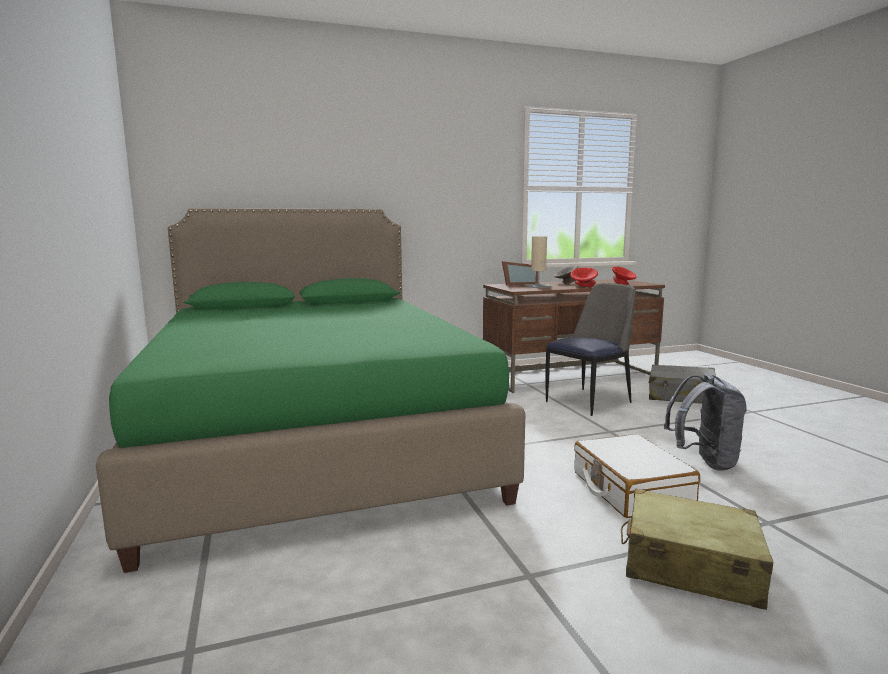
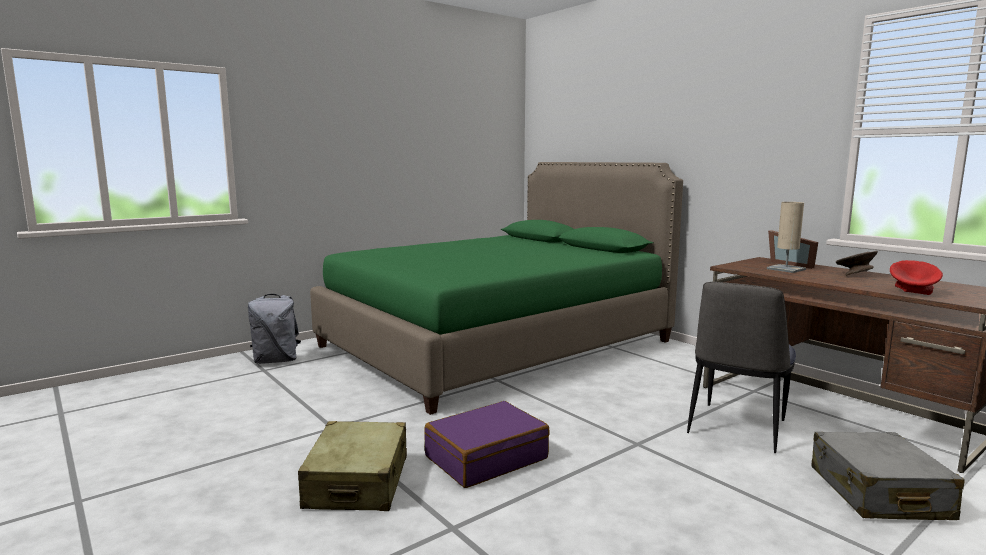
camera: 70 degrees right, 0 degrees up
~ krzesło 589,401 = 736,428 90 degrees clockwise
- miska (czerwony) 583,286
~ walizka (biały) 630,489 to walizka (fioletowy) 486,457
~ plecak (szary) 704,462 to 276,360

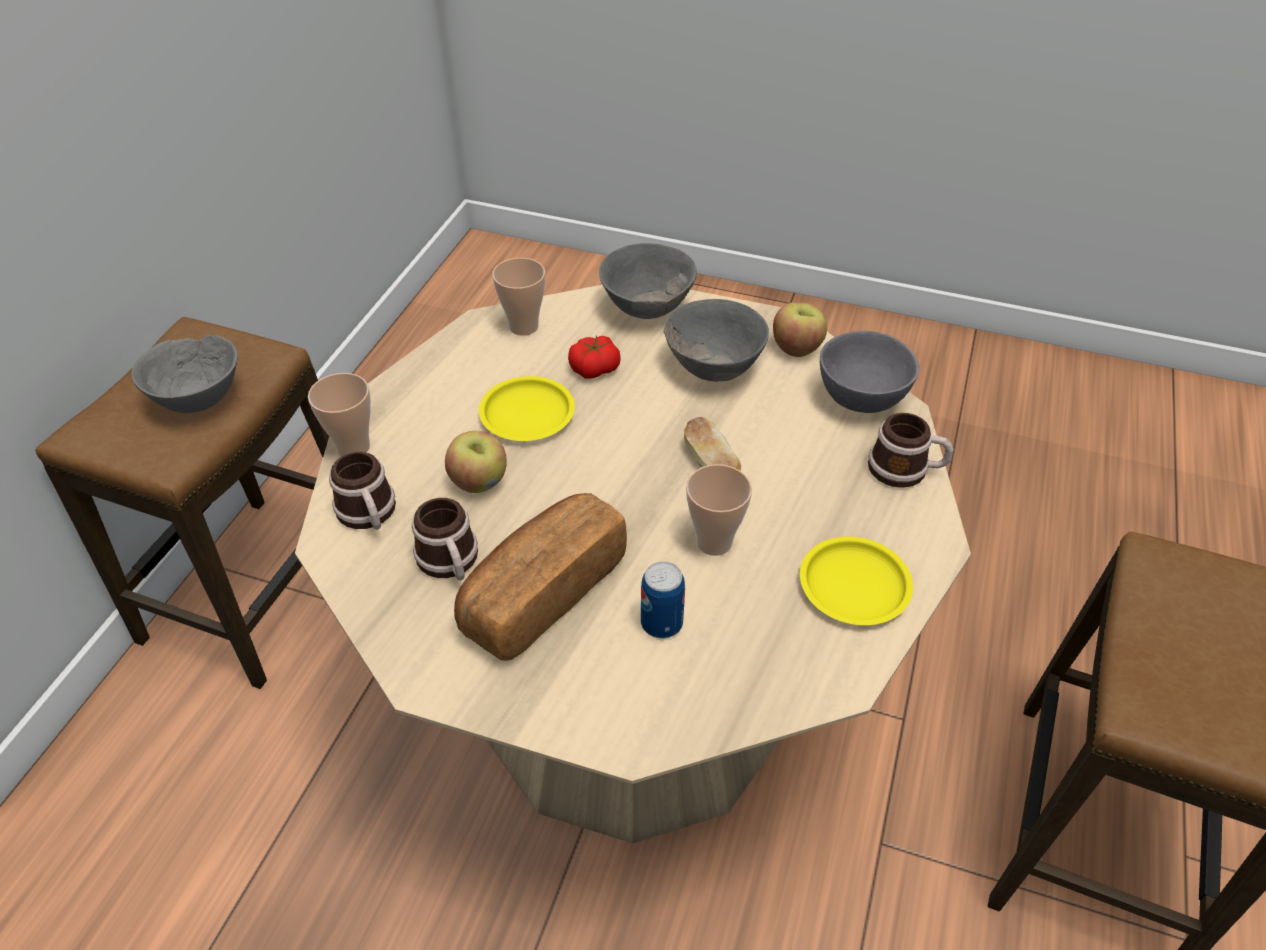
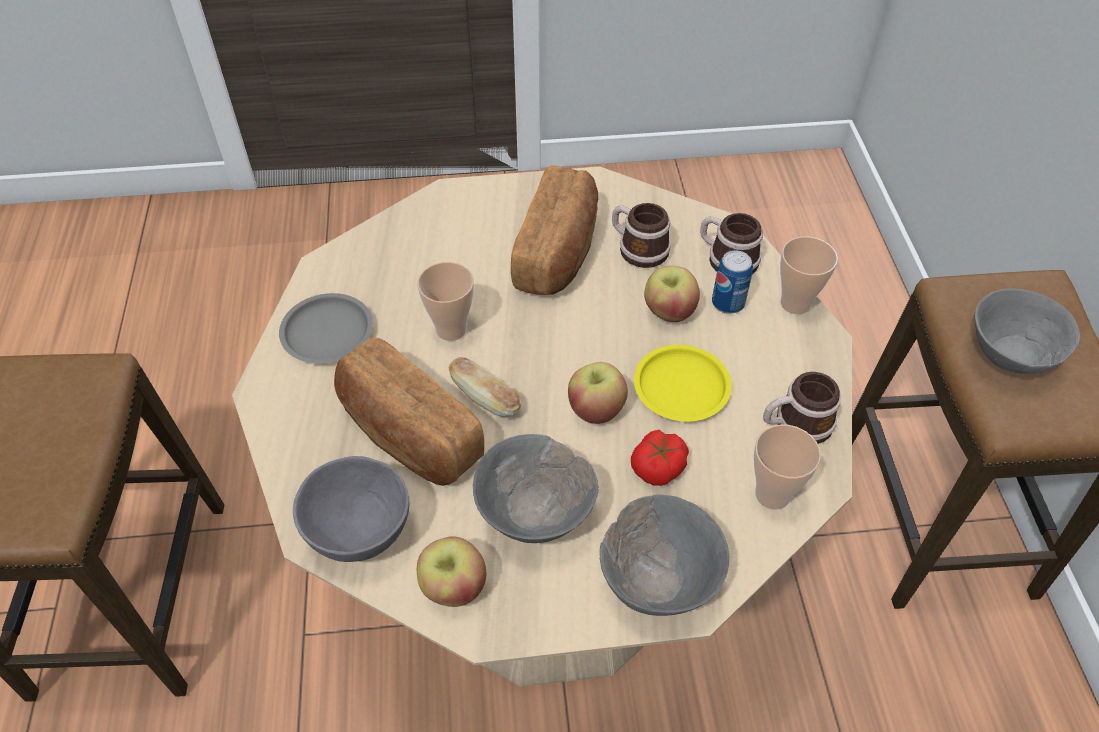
camera: 155 degrees right, 5 degrees up
~ puszka 661,623 to 728,303
~ talerz (żółty) 854,585 to talerz (szary) 328,333
~ kubek 906,470 to 795,424
+ chleb 408,433
+ jabłko 595,409

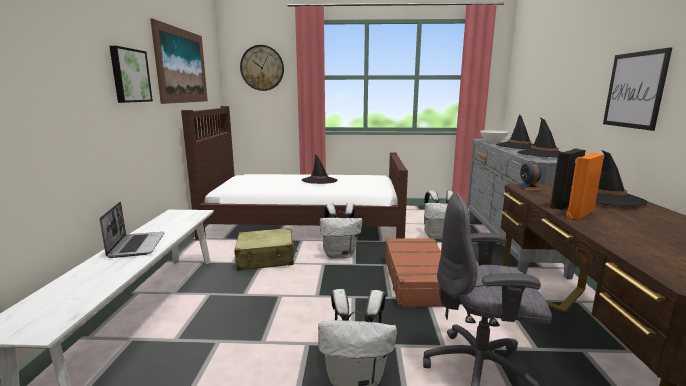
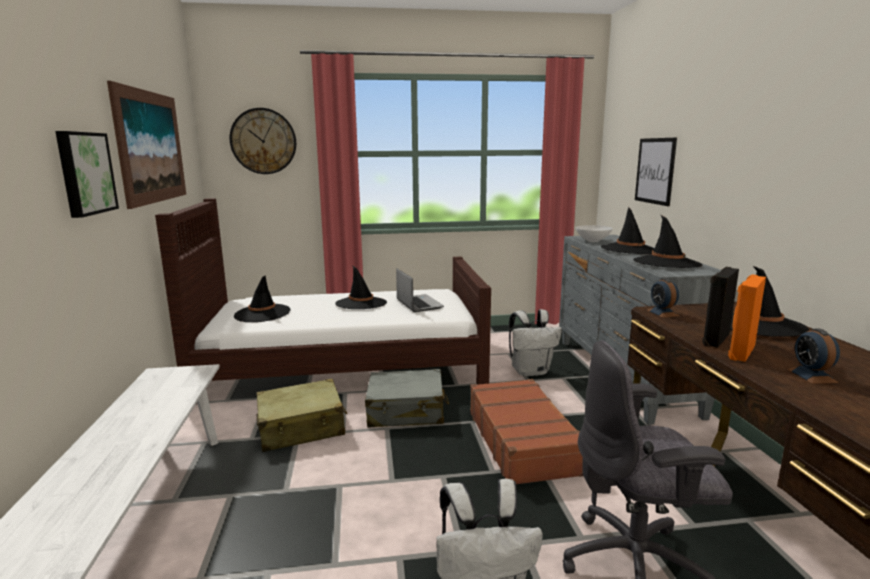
camera: 10 degrees left, 0 degrees up
~ laptop 136,245 to 418,304
~ plecak (biały) 340,254 to walizka (szary) 406,411
~ obraz 634,90 to 655,171
+ kapelusz (czarny) 262,313
+ budzik 811,376

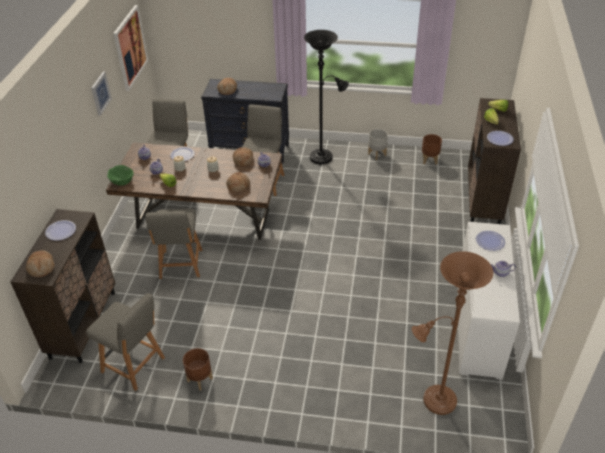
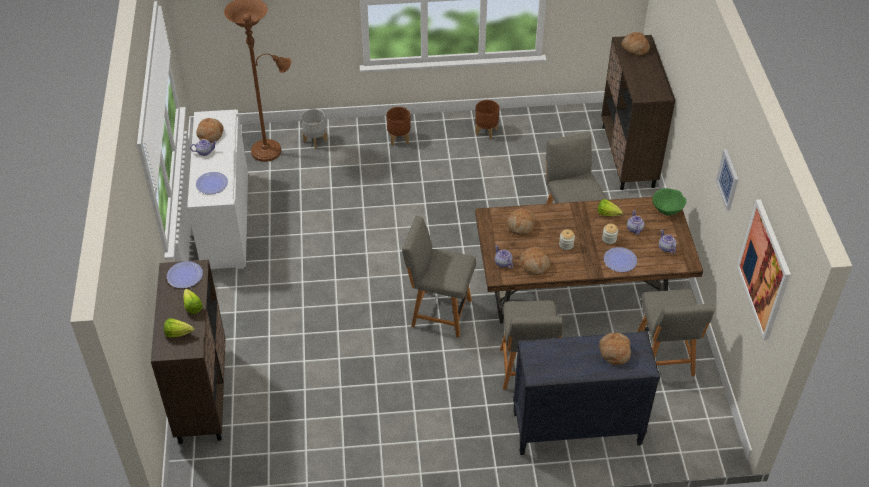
camera: 165 degrees right, 5 degrees up
- talerz 60,231
~ krzesło (szary) 135,366 to 439,312
- lampa stojąca (czarny) 324,156
~ donica (szary) 377,154 to 315,141
~ donica (brązowy) 429,160 to 398,138
+ chleb 210,134

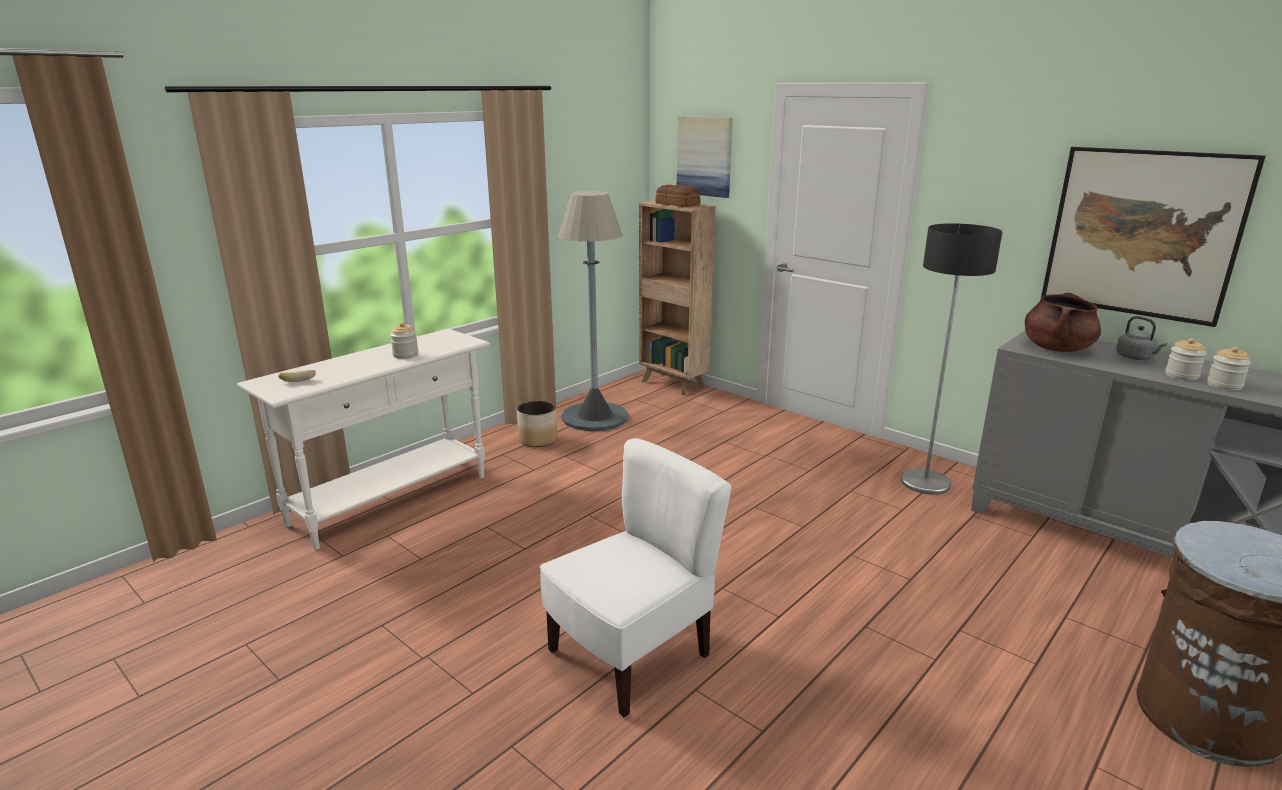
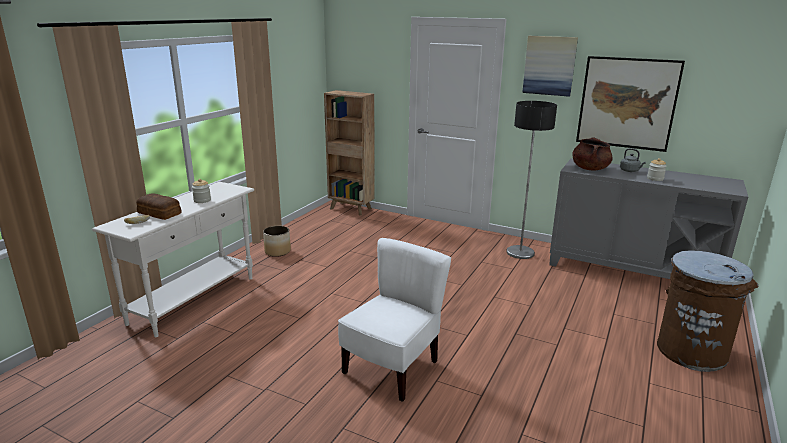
camera: 15 degrees left, 0 degrees up
- lampa stojąca (szary) 595,417
~ chleb 677,204 to 159,213
~ obraz 704,156 to 549,65
- słoik 1224,385

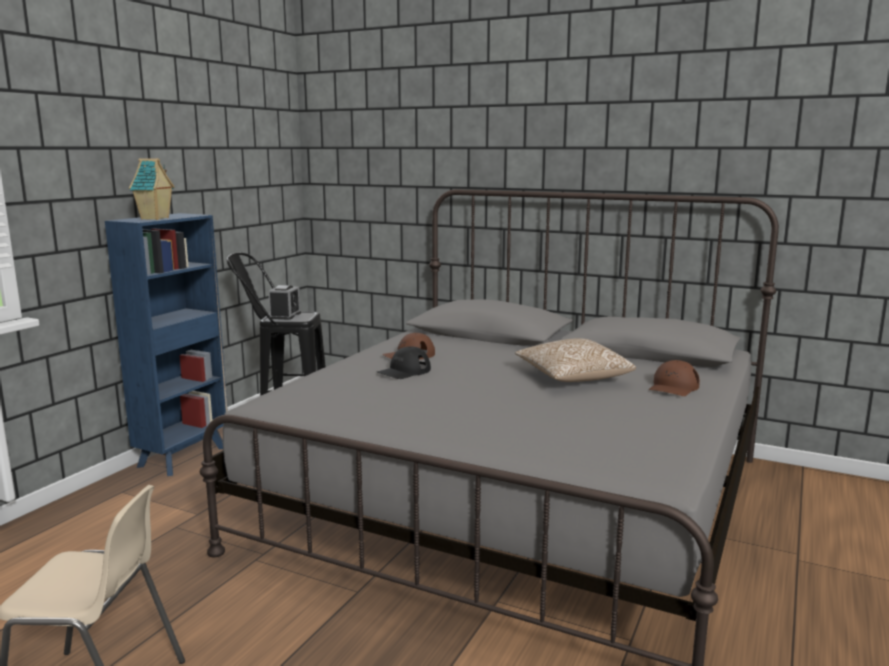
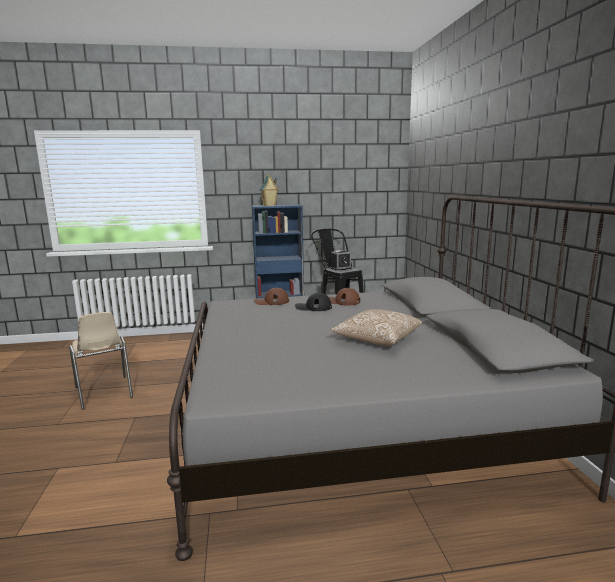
camera: 55 degrees right, 0 degrees up
~ czapka z daszkiem (brązowy) 673,387 to 271,302

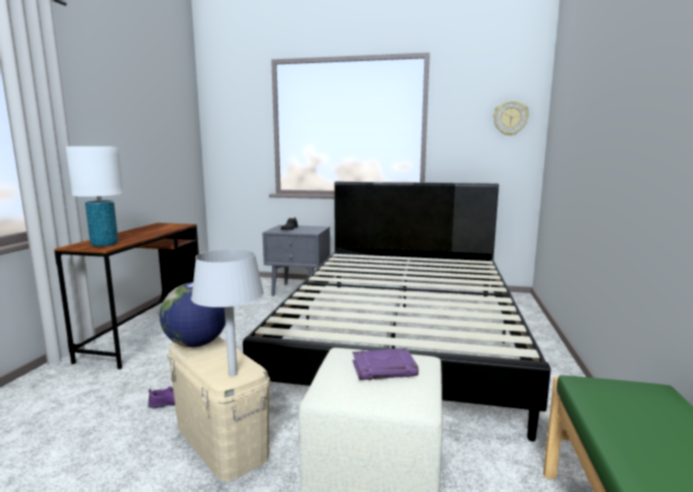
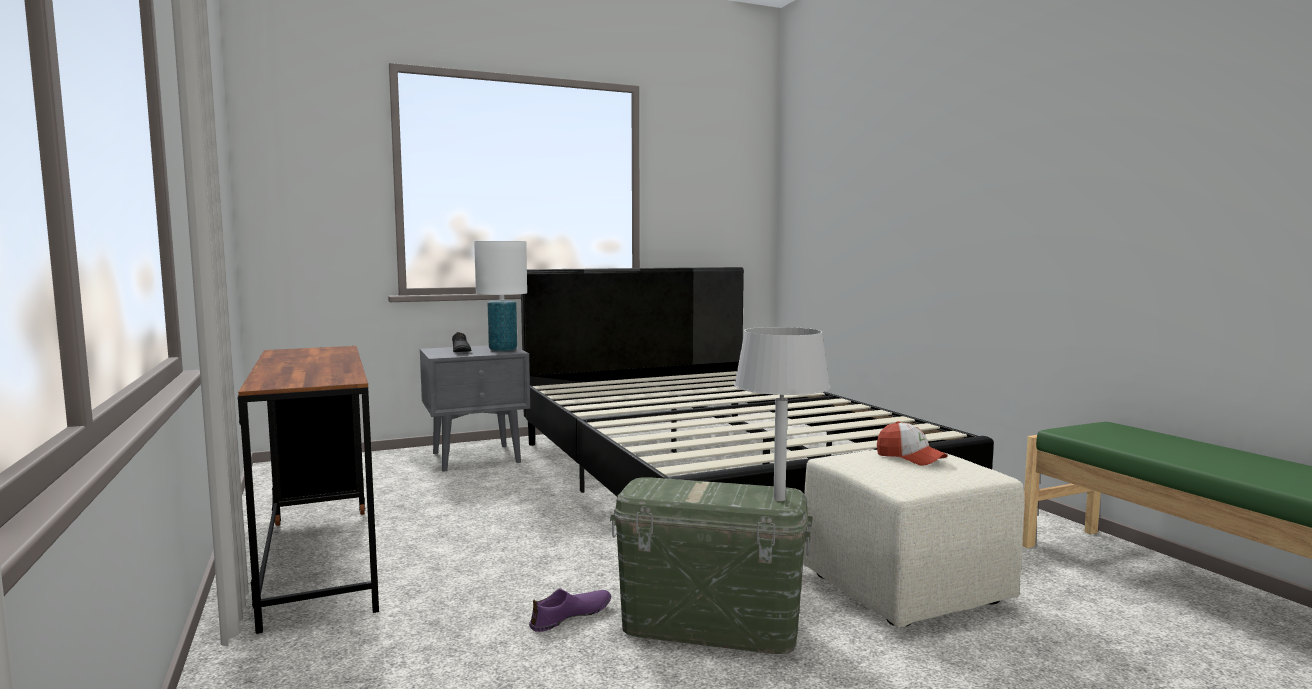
camera: 35 degrees left, 5 degrees down
~ lampa stołowa (biały) 105,244 to 503,350
- globus 196,344
~ pojemnik do przechowywania (beżowy) 220,441 to pojemnik do przechowywania (zielony) 709,626
~ książka (fioletowy) 384,368 to czapka z daszkiem 910,458
- zegar ścienny 510,118

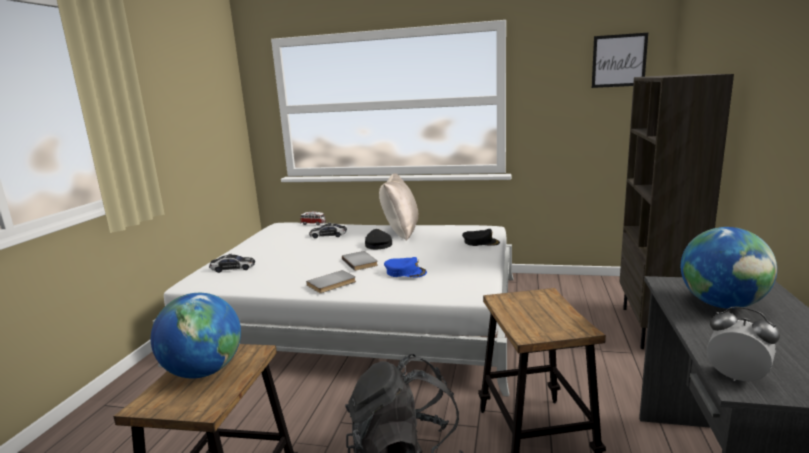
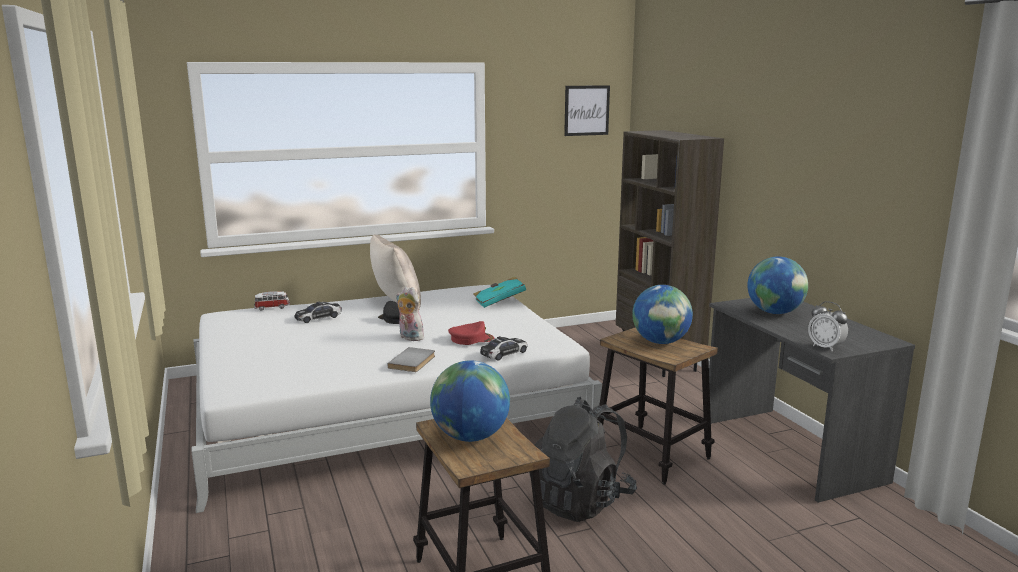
camera: 35 degrees left, 0 degrees up
~ samochodzik 233,268 to 504,354
~ książka (szary) 361,262 to pluszak 409,338
~ czapka z daszkiem (niebieski) 405,272 to czapka z daszkiem (czerwony) 471,339
~ czapka z daszkiem (czarny) 481,242 to książka (turkusowy) 499,302
~ budzik 736,377 = 825,347 135 degrees counterclockwise
+ globus 660,342

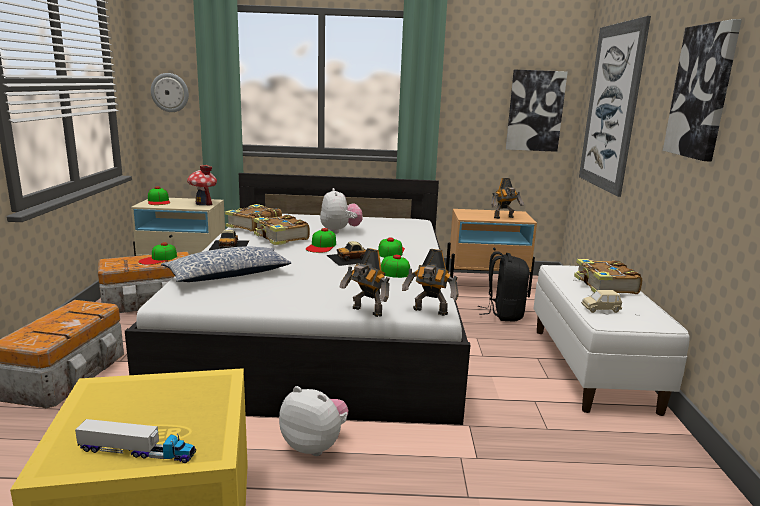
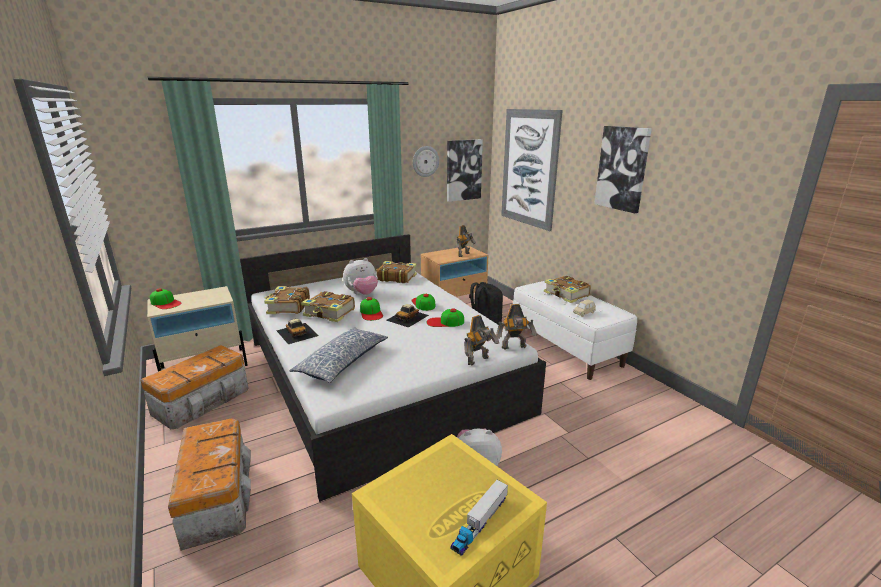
camera: 30 degrees left, 5 degrees up
~ ciężarówka zabawkowa 137,452 = 480,523 150 degrees clockwise
- czapka z daszkiem 158,259
~ zegar ścienny 170,92 to 425,161
- domek 203,203
~ pluszak 340,231 = 362,294 105 degrees clockwise
~ robot zabawkowy 366,312 = 479,361 45 degrees counterclockwise
+ książka 396,277

